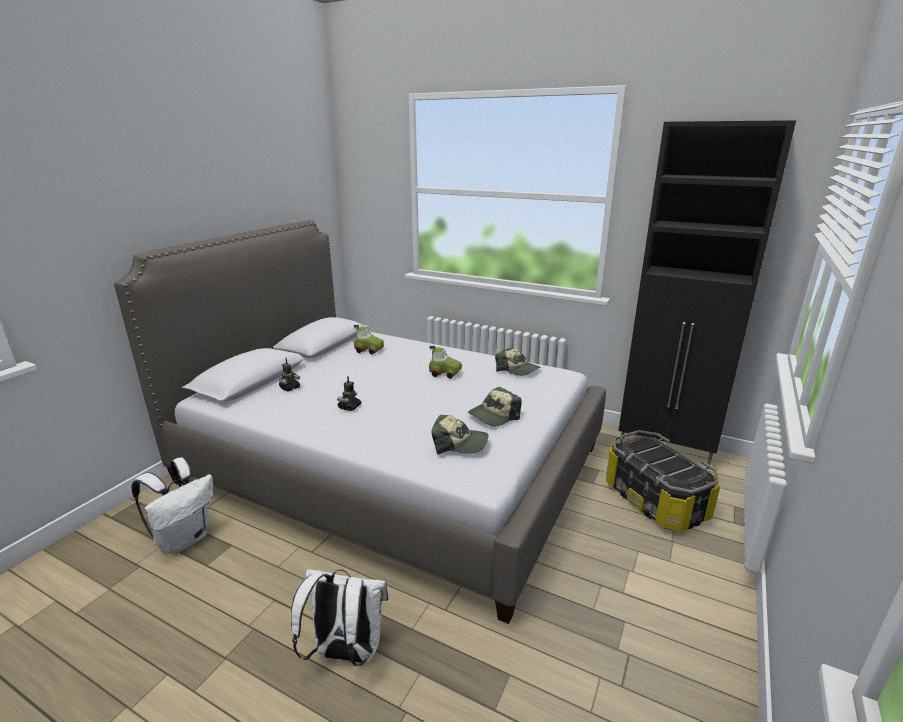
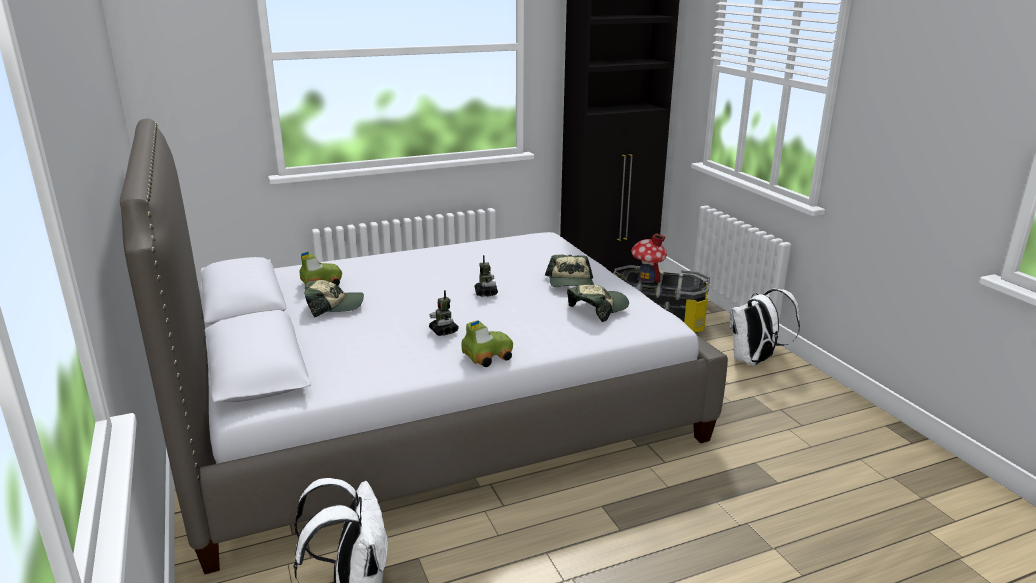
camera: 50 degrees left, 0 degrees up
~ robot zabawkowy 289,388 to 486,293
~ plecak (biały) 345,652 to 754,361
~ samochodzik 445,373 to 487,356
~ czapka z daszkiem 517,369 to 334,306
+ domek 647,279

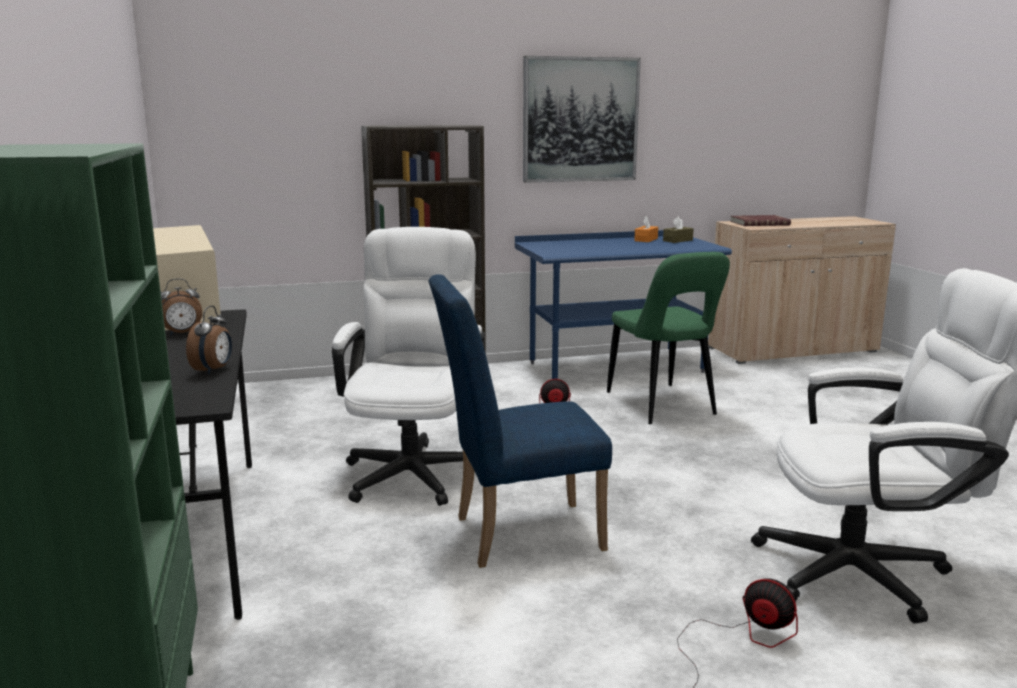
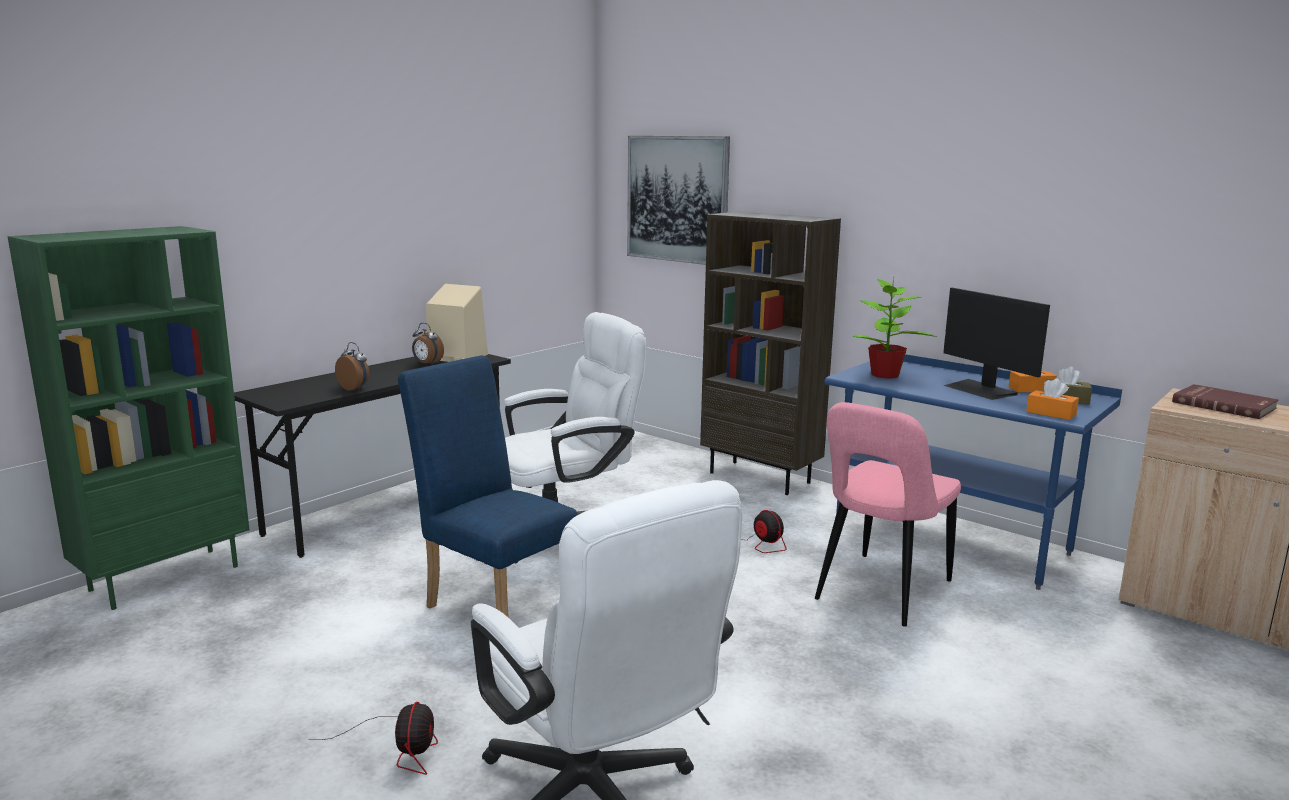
camera: 55 degrees right, 0 degrees up
~ budzik 213,370 = 355,388 120 degrees counterclockwise
~ obraz 580,120 to 677,199
~ krzesło (zielony) 663,406 to krzesło (różowy) 880,592
+ roślina doniczkowa 885,375
+ monitor 981,390
+ pudełko chusteczek (pomarańczowy) 1051,413

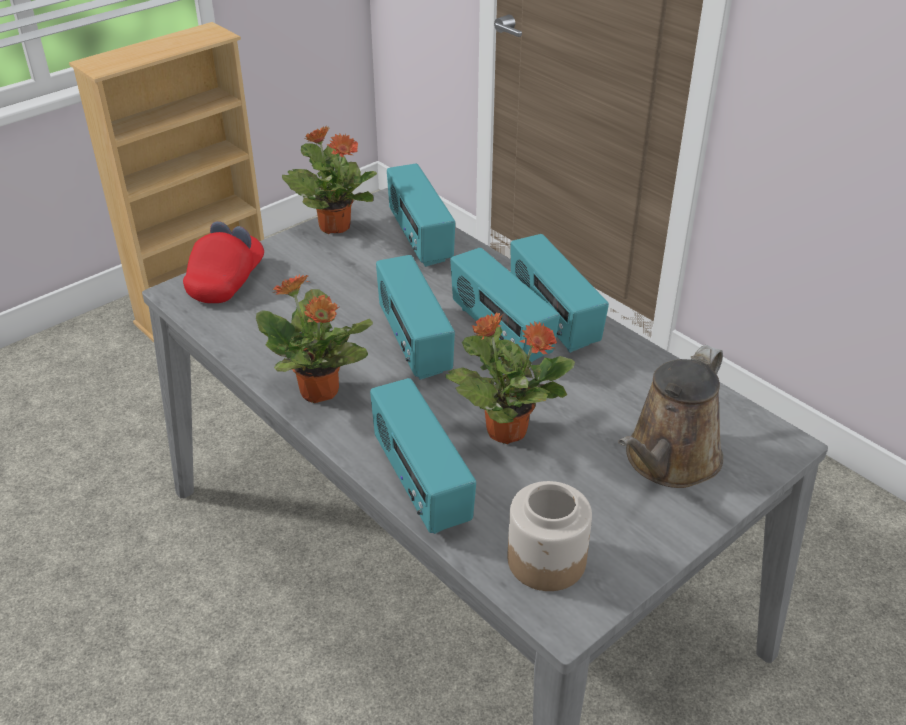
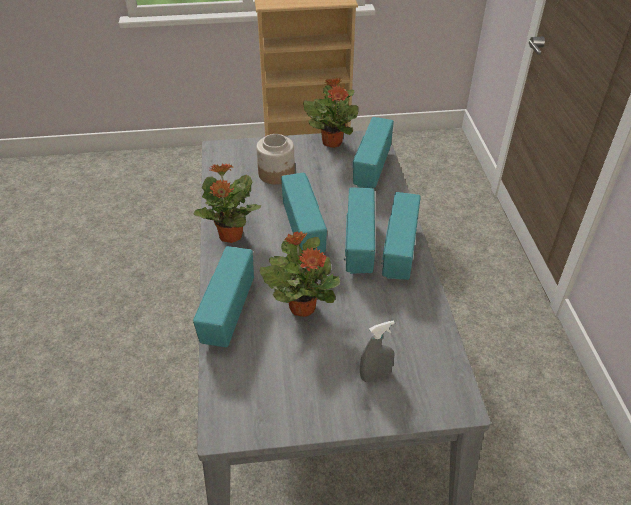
camera: 35 degrees right, 5 degrees up
- czapka z daszkiem (czerwony) 227,281
~ radio 413,344 = 304,231 150 degrees clockwise
~ słoik 547,560 to 277,173
~ konewka (brązowy) 669,461 to spryskiwacz (szary) 375,375

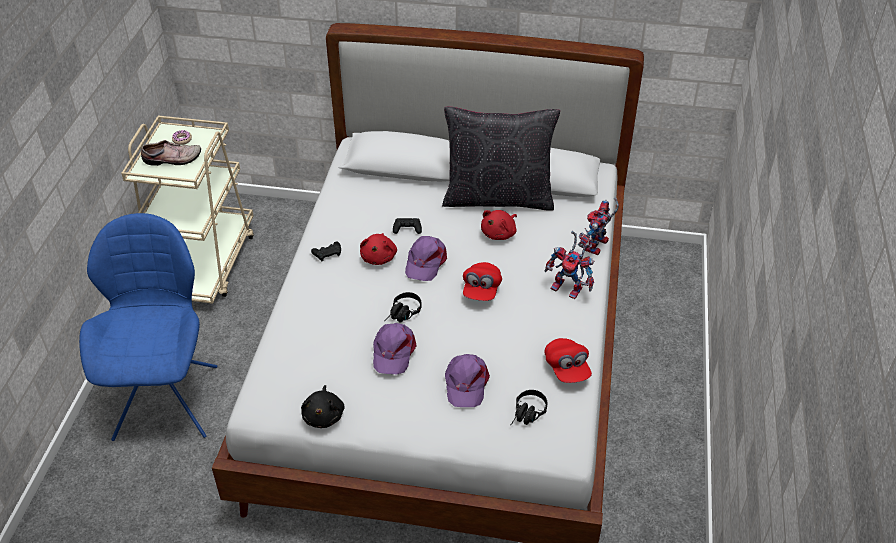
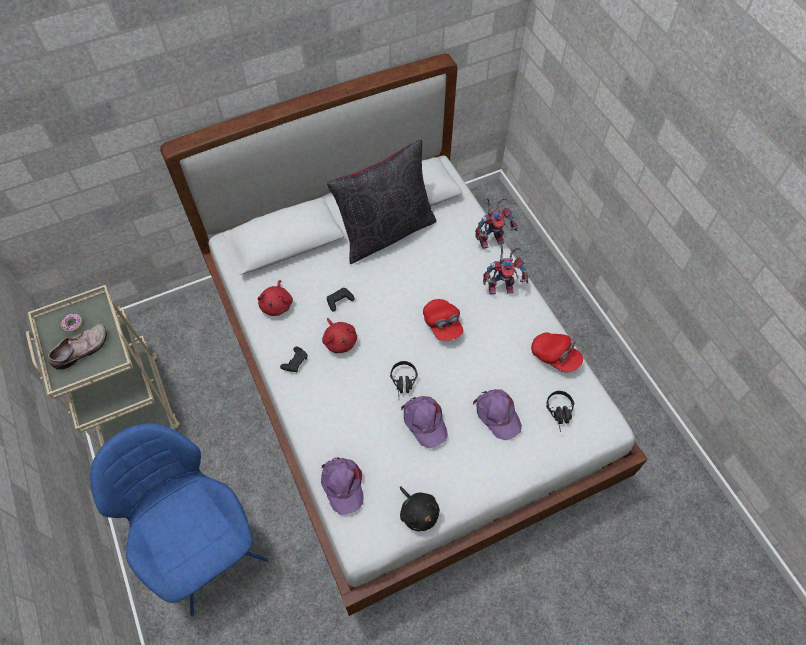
camera: 35 degrees left, 15 degrees up
~ czapka z daszkiem (fioletowy) 425,262 to 342,485
~ pluszak (czerwony) 499,233 to 277,304
~ robot zabawkowy 596,247 = 492,238 105 degrees counterclockwise

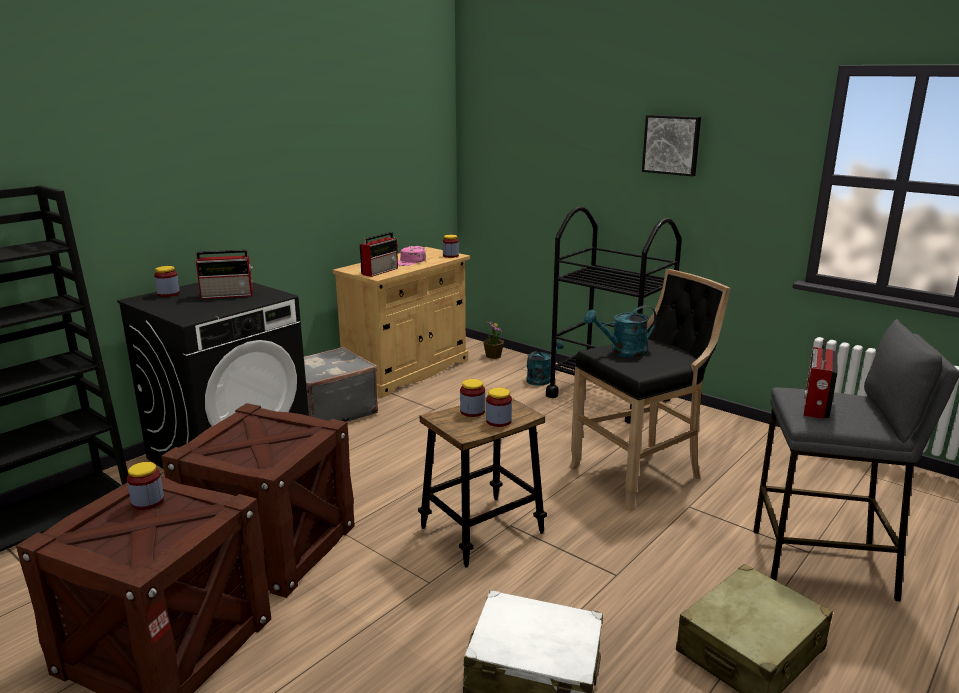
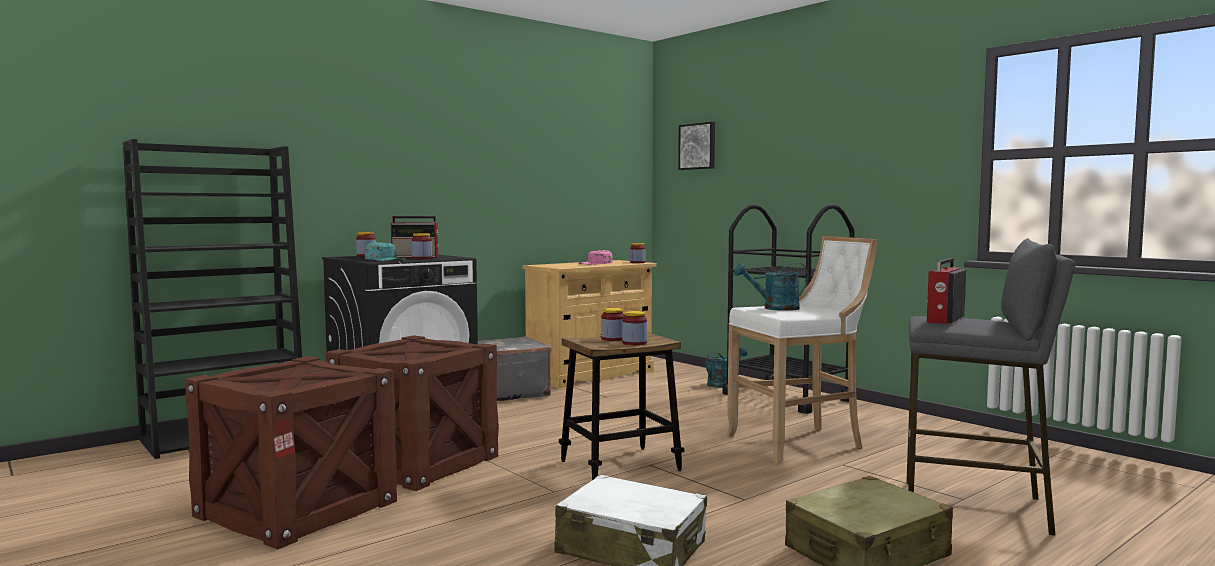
camera: 10 degrees right, 15 degrees down
~ słoik 148,501 to 422,258
- radio 380,271
- roślina doniczkowa 493,356
~ stołek (czarny) 640,474 to stołek (biały) 799,443
~ obraz 672,145 to 698,146
+ czapka z daszkiem (turkusowy) 385,259

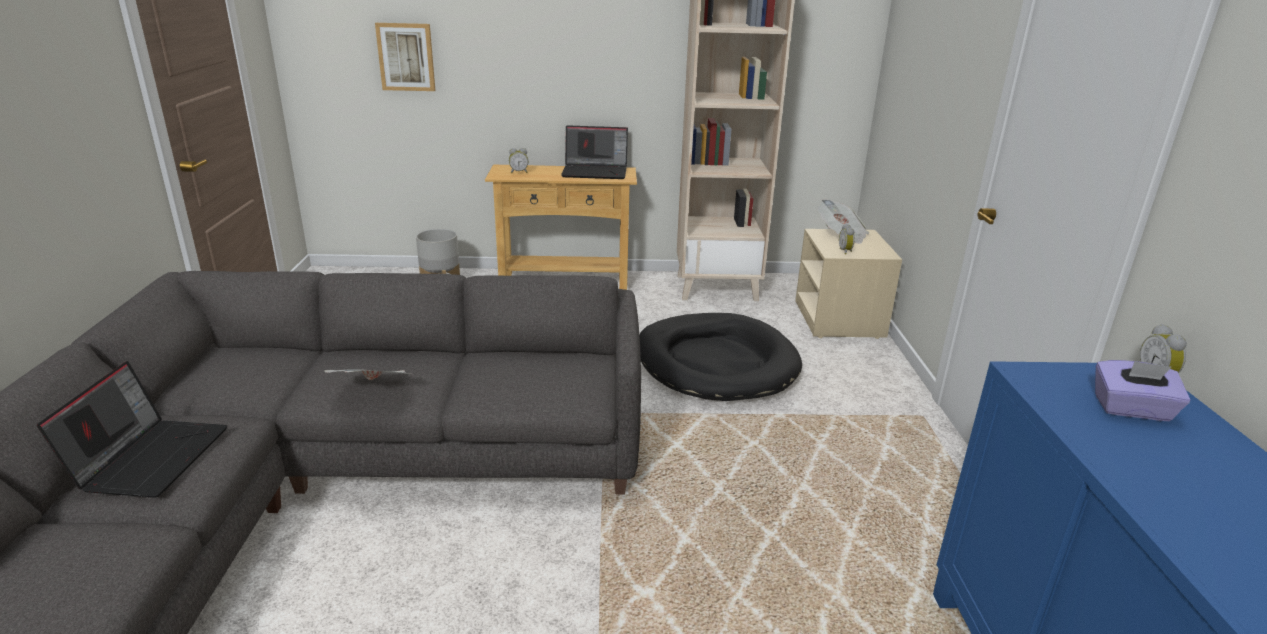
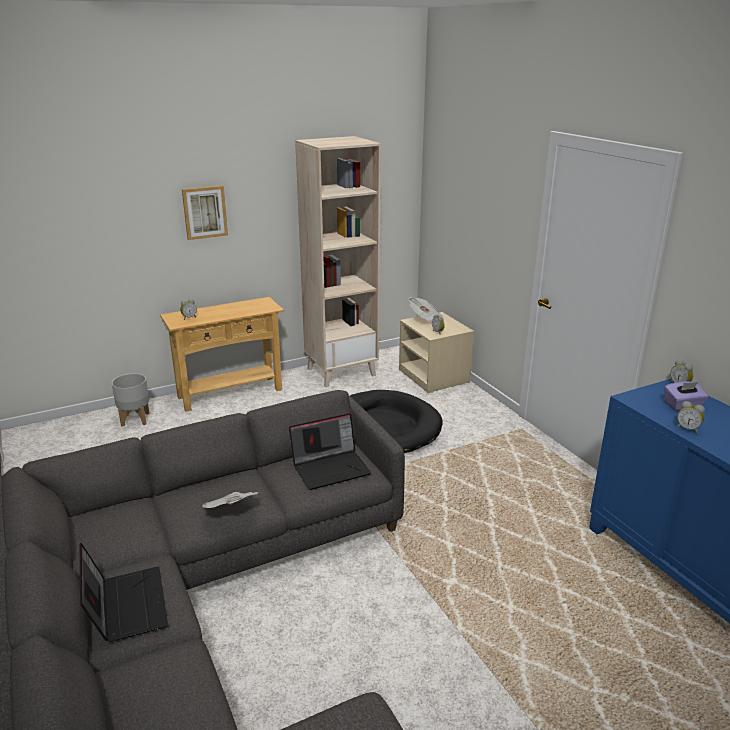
camera: 25 degrees left, 0 degrees up
~ obraz 406,57 to 204,212
~ laptop 596,172 to 331,468
+ budzik 688,429

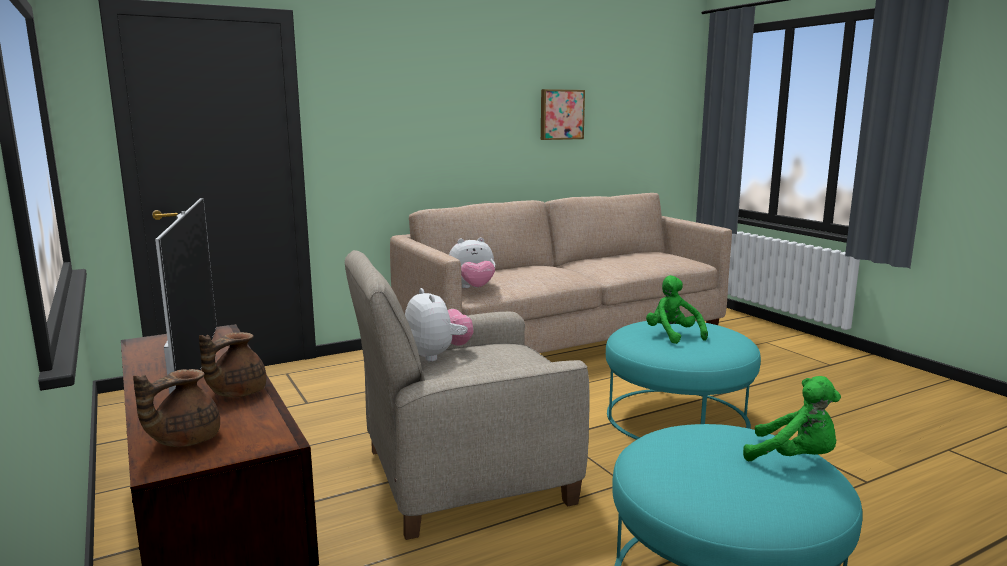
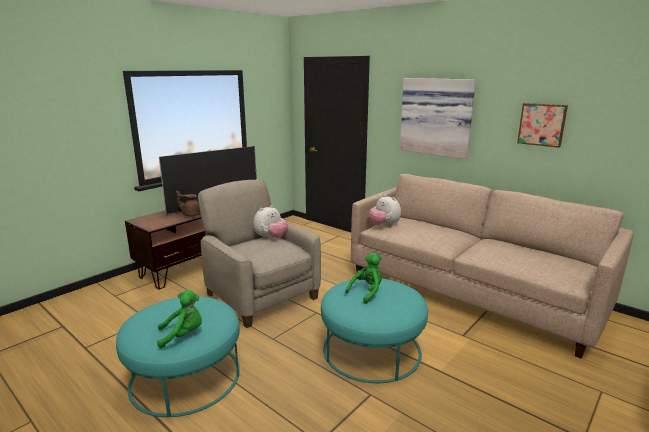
camera: 70 degrees right, 5 degrees up
- imbryk (brązowy) 184,440
~ pluszak (zielony) 794,458 = 183,335 120 degrees counterclockwise
+ obraz 436,117

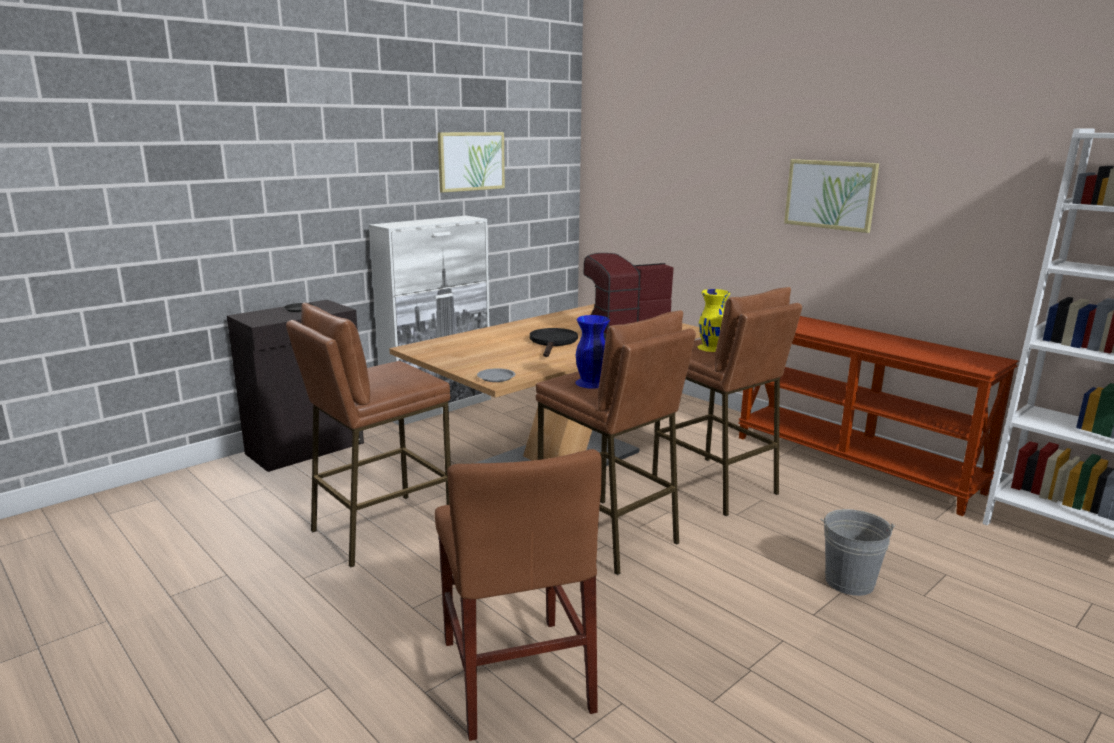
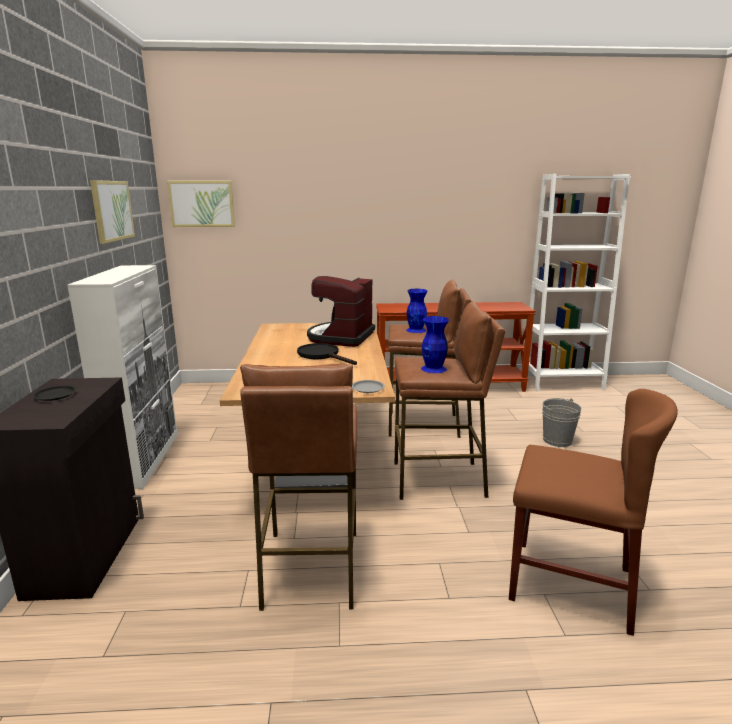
camera: 50 degrees left, 0 degrees up
~ wazon (żółty) 712,347 to wazon (niebieski) 416,330
~ obraz 830,194 to 202,204

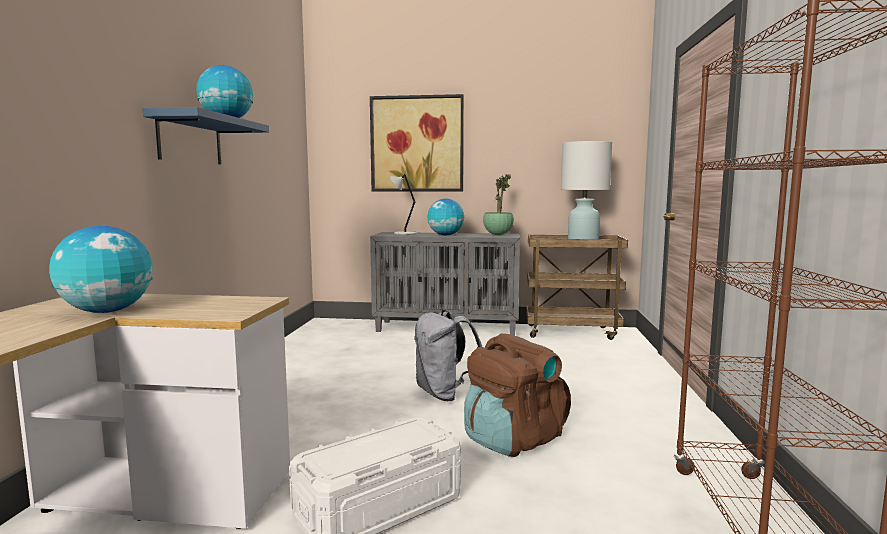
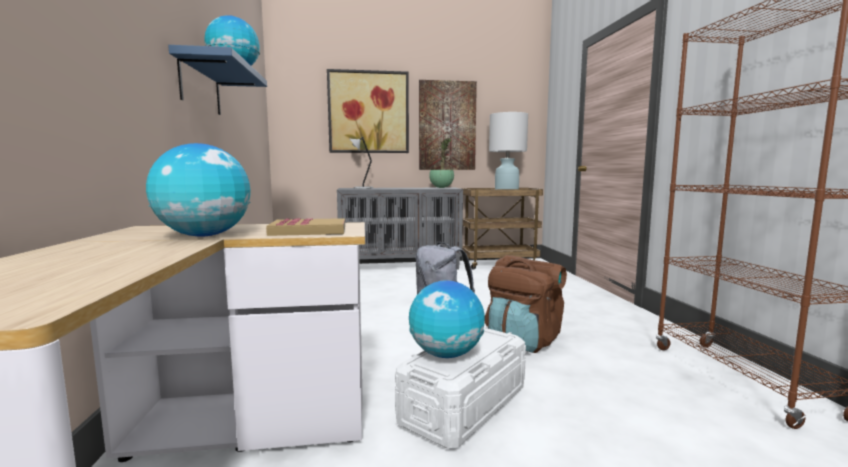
camera: 15 degrees left, 0 degrees up
~ globus 445,235 to 446,354
+ książka 308,231
+ obraz 447,126

